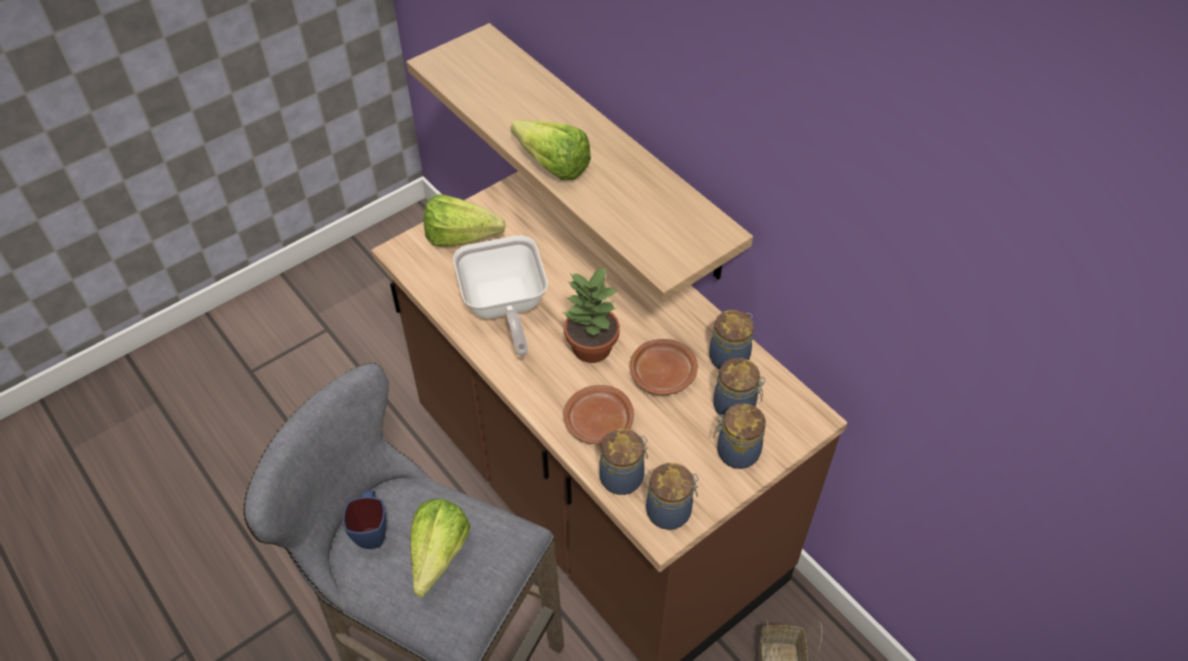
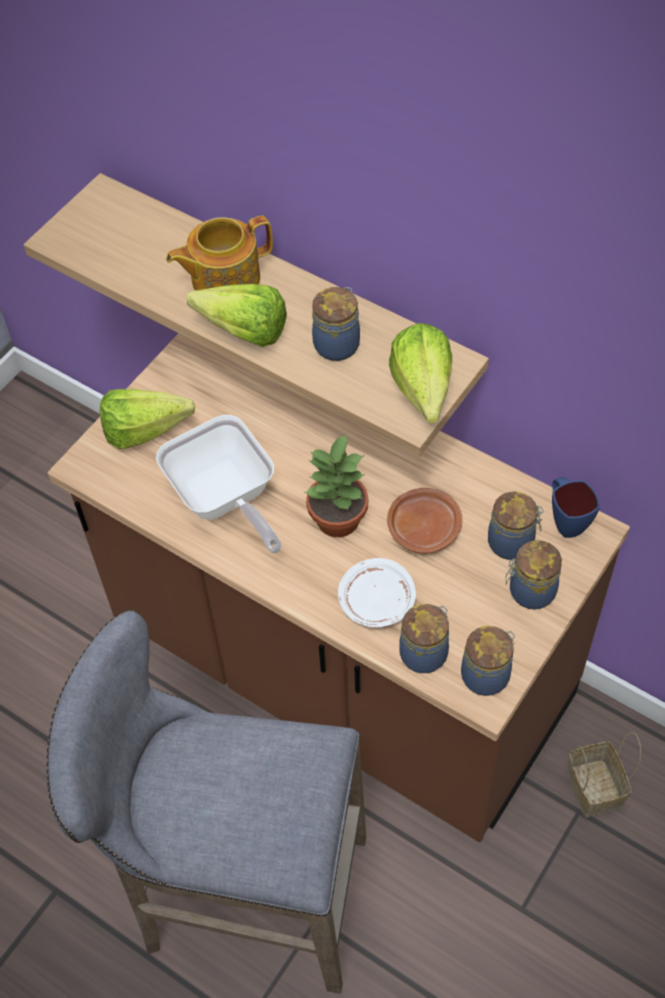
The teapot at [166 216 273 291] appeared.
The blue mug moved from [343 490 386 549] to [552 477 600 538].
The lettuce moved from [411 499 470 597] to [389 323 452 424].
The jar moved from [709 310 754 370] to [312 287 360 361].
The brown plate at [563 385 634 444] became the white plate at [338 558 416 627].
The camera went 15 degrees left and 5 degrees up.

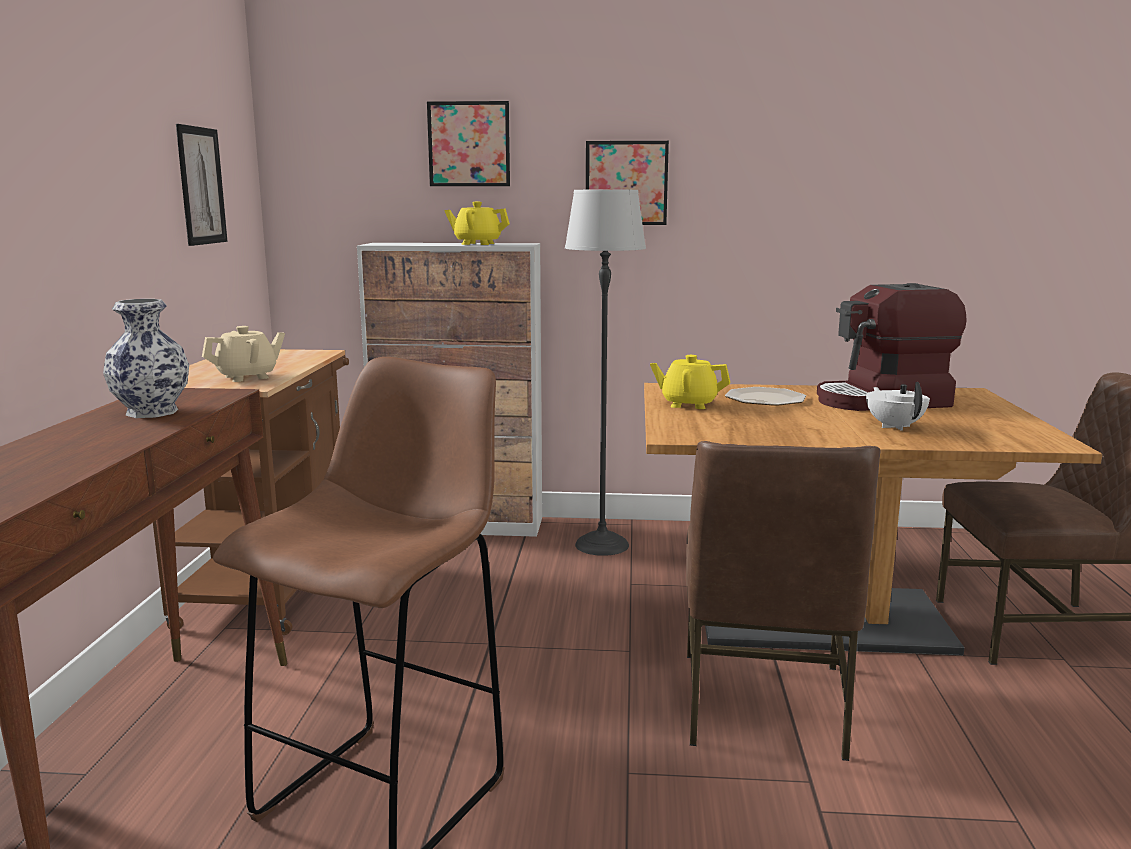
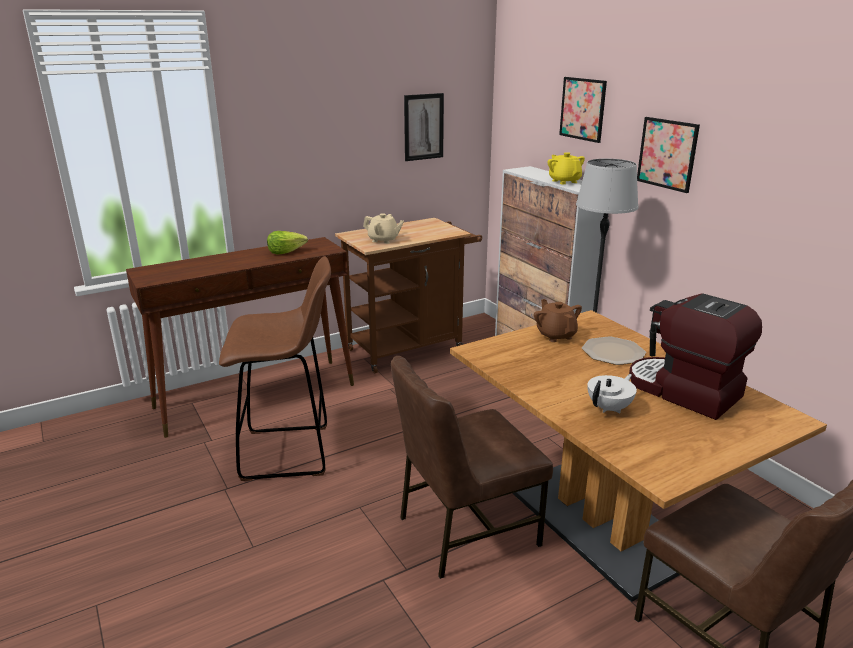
The vase at [103 299 189 418] was replaced by the lettuce at [267 231 308 255].
The yellow teapot at [650 355 731 409] became the brown teapot at [534 299 582 342].
The camera went 55 degrees right and 10 degrees up.

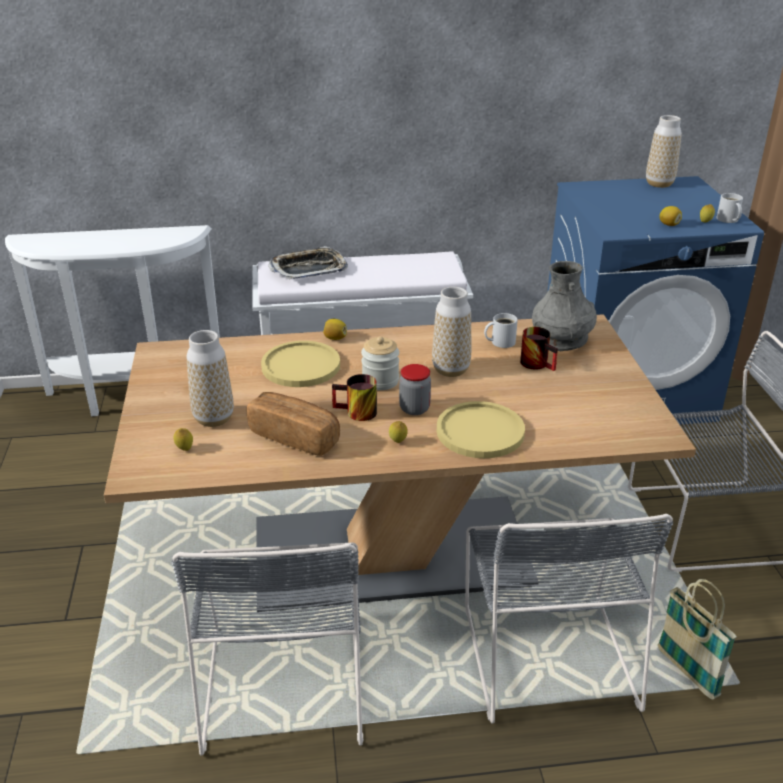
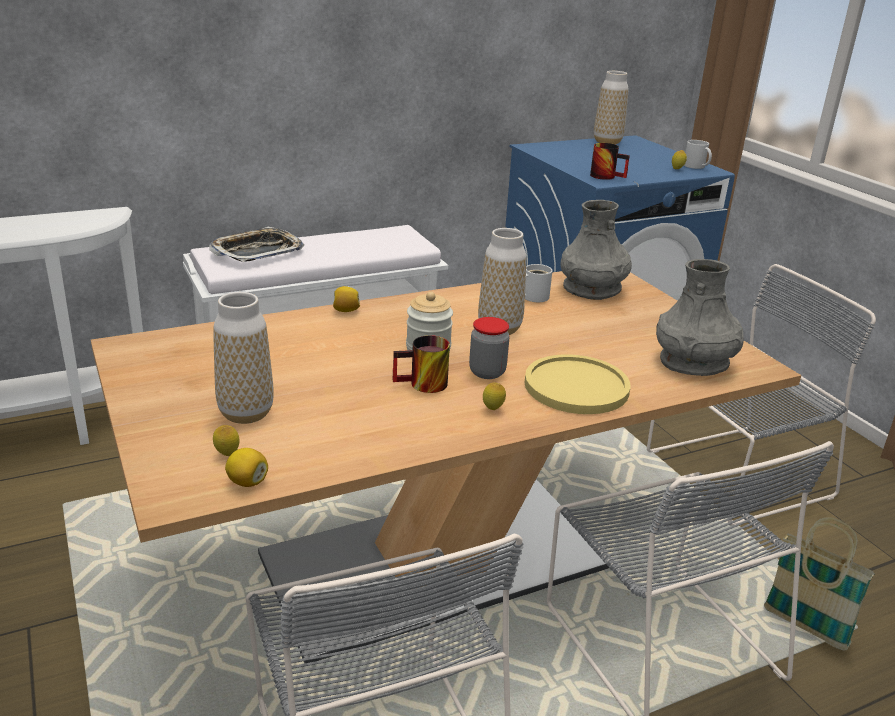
The bread at [247 392 340 456] disappeared.
The yellow plate at [261 341 340 387] disappeared.
The grey vase at [656 259 744 376] appeared.
The mug moved from [520 327 558 371] to [590 143 630 180].
The lemon moved from [659 206 682 226] to [225 448 268 487].
The camera went 20 degrees left and 5 degrees down.

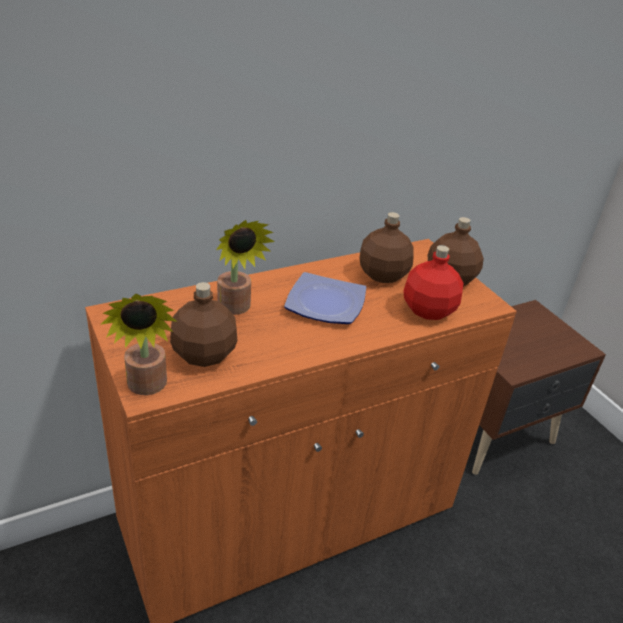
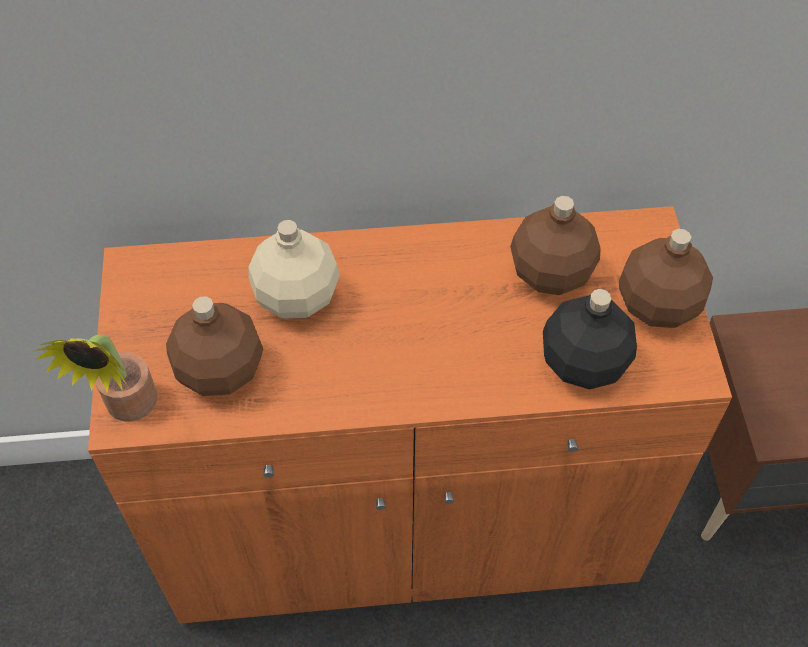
The plate at [284 272 366 324] disappeared.
The potted plant at [216 220 275 315] was replaced by the beige bottle at [248 220 340 319].
The red bottle at [403 245 464 320] became the black bottle at [543 289 637 389].
The camera went 25 degrees right and 20 degrees up.

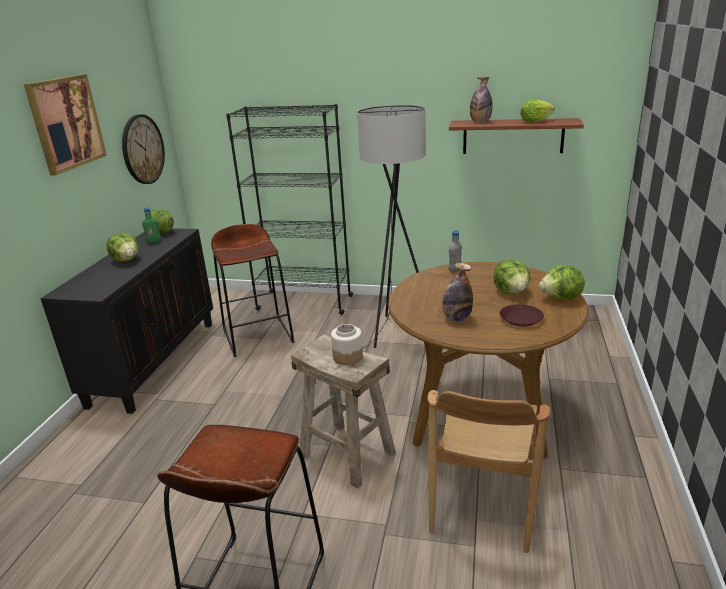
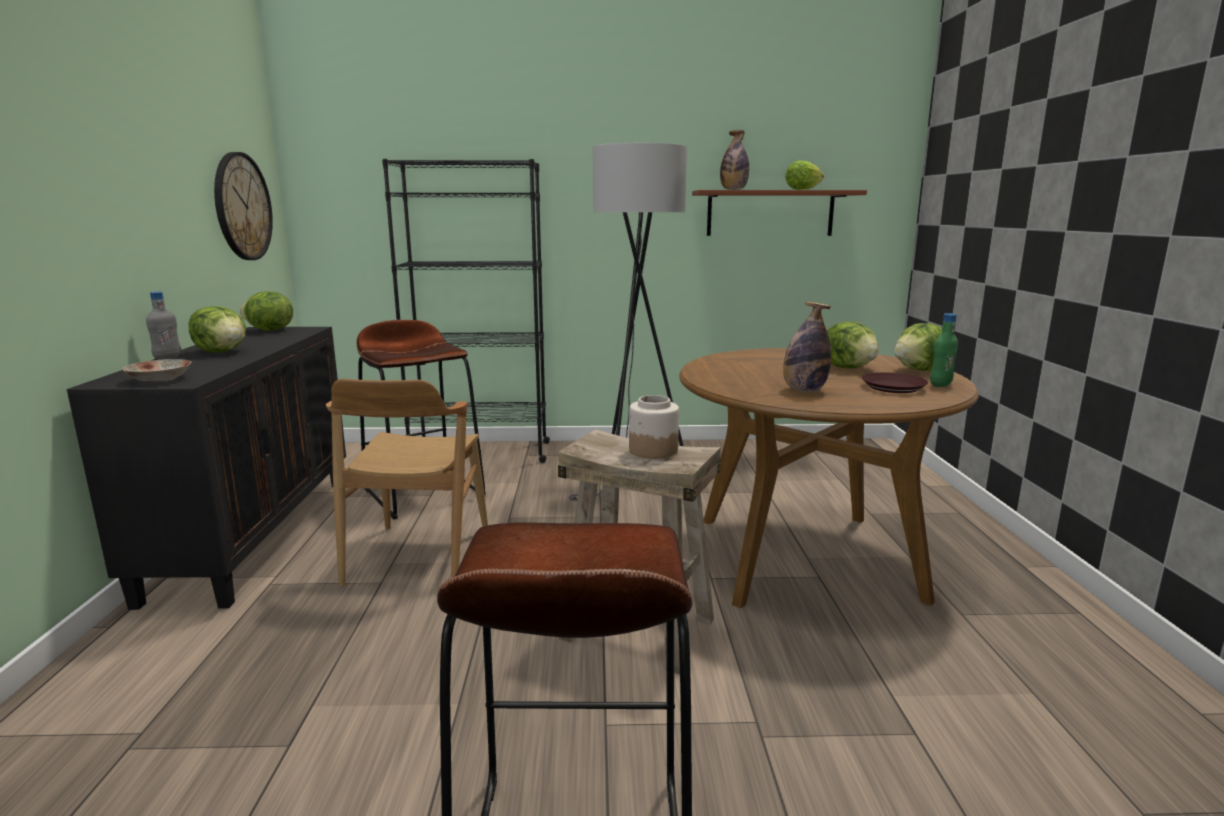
The picture at [24 74 107 175] disappeared.
The plate at [122 359 192 383] appeared.
The green bottle moved from [142 207 161 243] to [930 313 958 387].
The brown chair moved from [427 390 550 553] to [326 379 488 587].
The grey bottle moved from [448 230 462 273] to [146 291 181 360].
The camera went 15 degrees left and 10 degrees down.

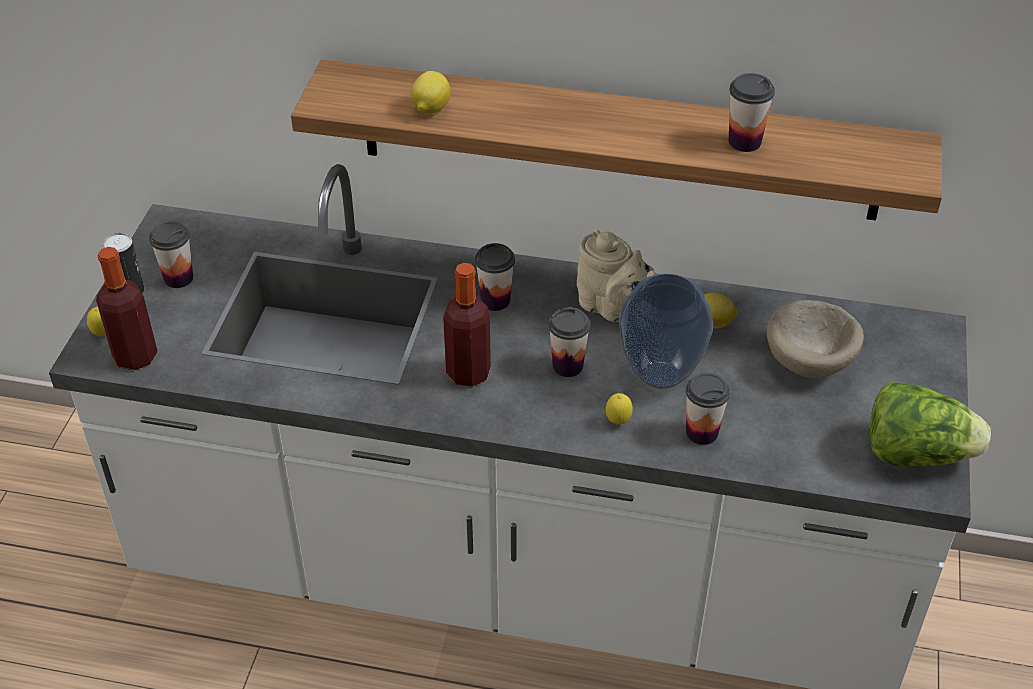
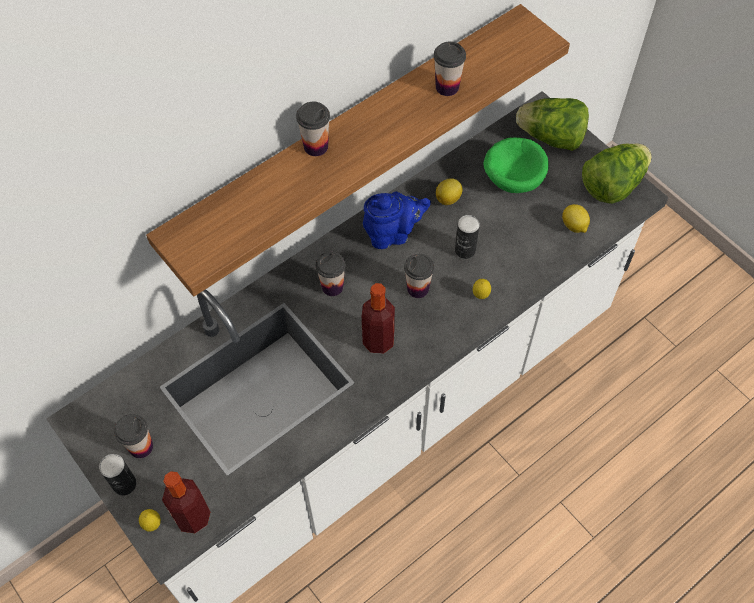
The lettuce at [516 98 589 151] appeared.
The lemon moved from [411 71 451 114] to [562 204 590 233].
The cup moved from [686 373 730 445] to [296 102 330 156].
The vase at [619 274 713 389] was replaced by the can at [455 215 480 259].
The beige teapot at [577 229 656 322] became the blue teapot at [363 192 431 249].
The beige bowl at [767 300 864 378] became the green bowl at [483 137 549 193].
The camera went 50 degrees left and 15 degrees up.

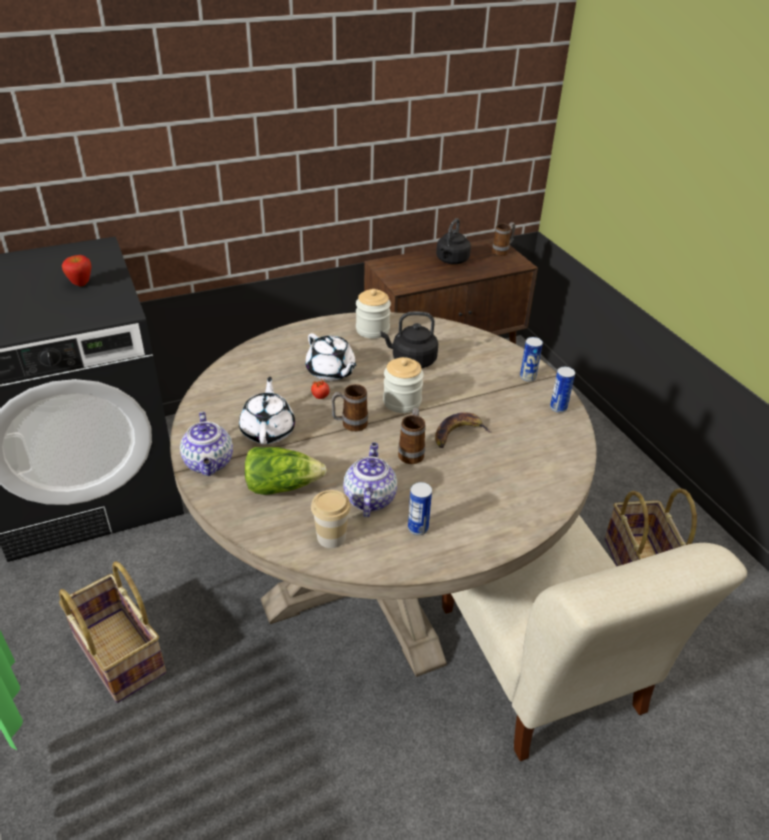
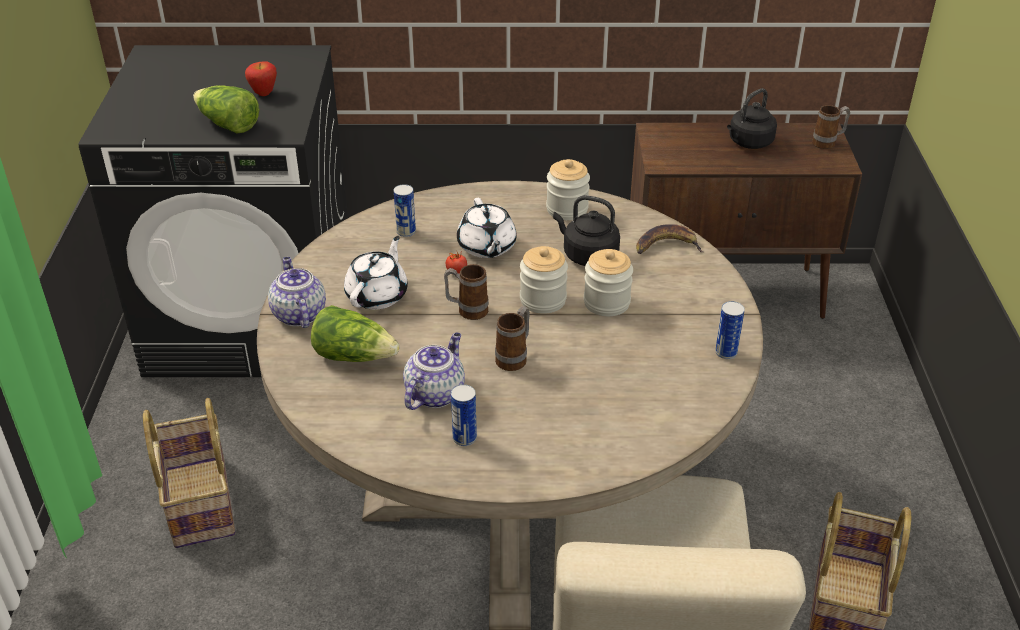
The cup at [311 490 351 548] disappeared.
The lettuce at [193 85 259 134] appeared.
The jar at [584 249 633 316] appeared.
The banana moved from [435 412 491 448] to [636 224 703 254].
The can moved from [520 337 543 382] to [394 184 416 237].
The teapot at [180 412 233 476] turned 150 degrees clockwise.
The camera went 25 degrees right and 0 degrees up.

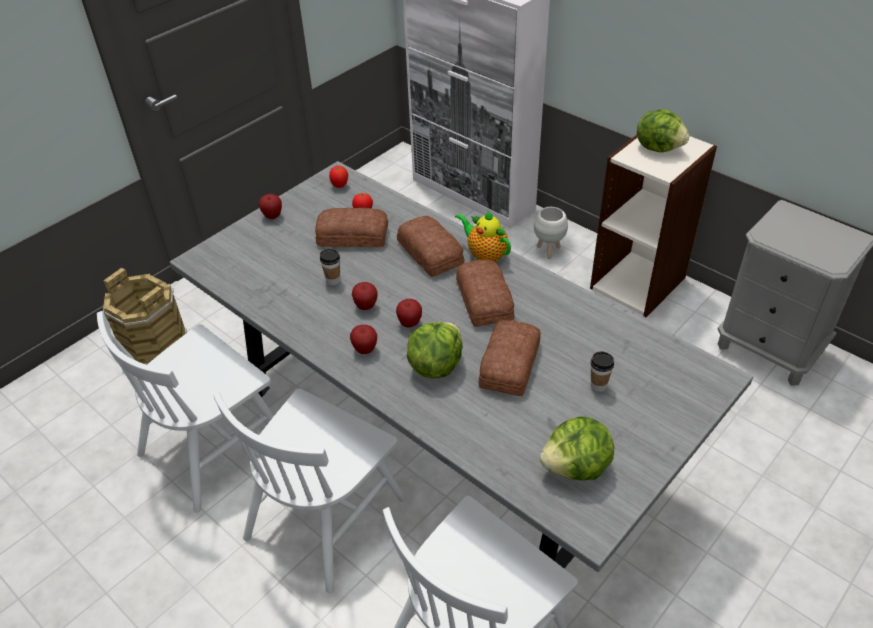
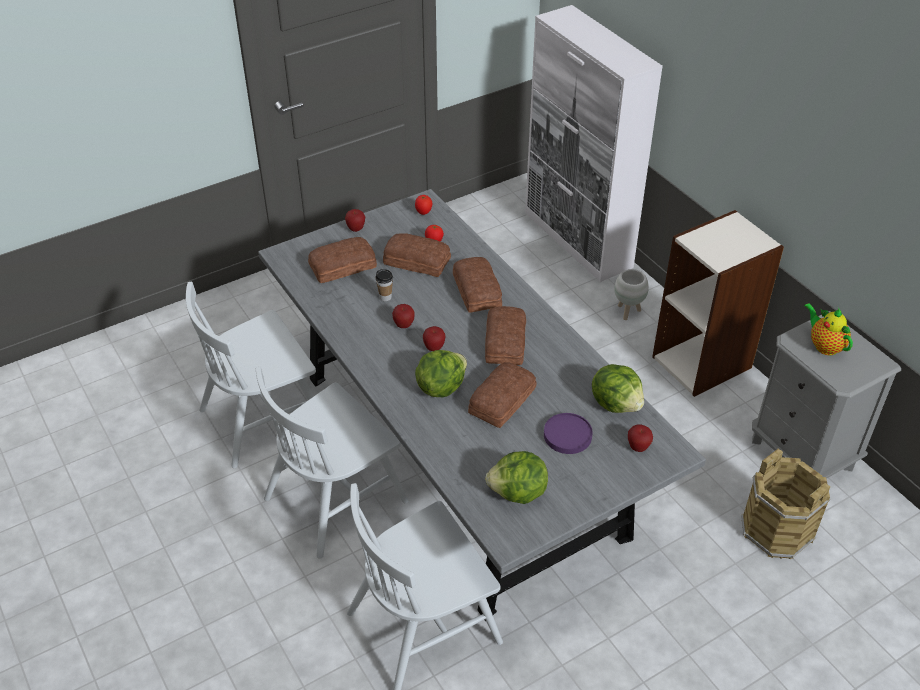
The bread at [308 237 377 283] appeared.
The brown bucket moved from [103 268 187 365] to [741 449 831 559].
The apple moved from [350 325 377 354] to [628 425 653 452].
The teapot moved from [455 211 511 262] to [804 303 853 355].
The lettuce moved from [637 110 690 152] to [592 364 644 413].
The cup at [591 351 614 392] was replaced by the purple plate at [544 413 593 454].
The camera went 15 degrees right and 0 degrees up.

